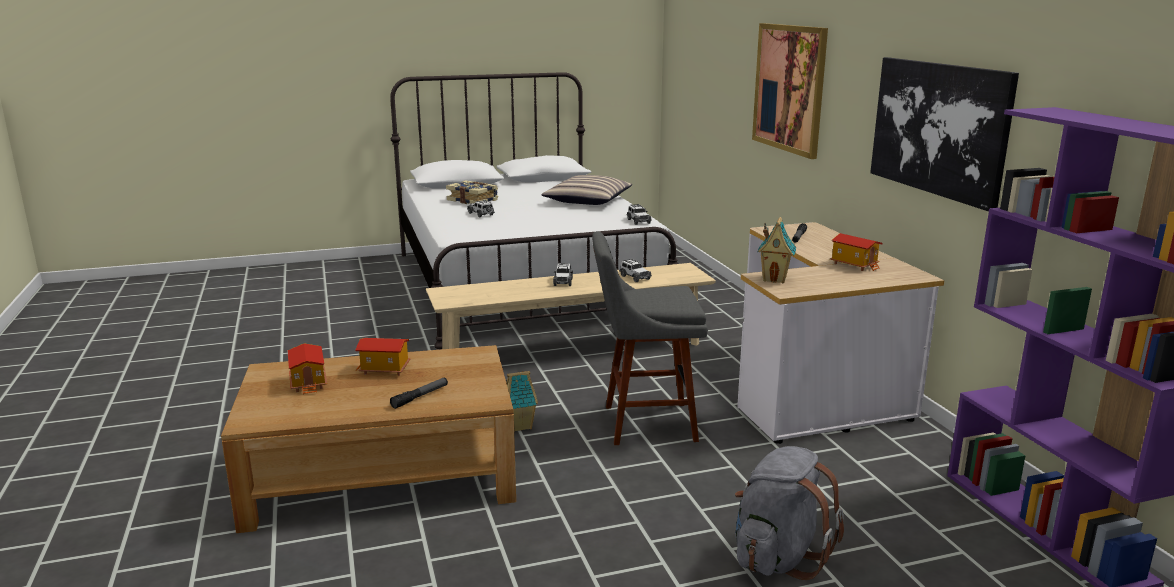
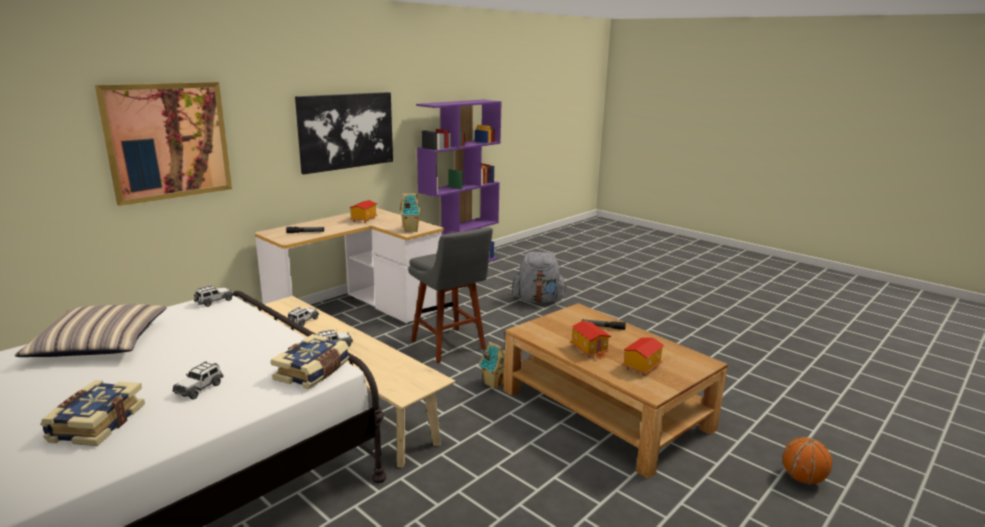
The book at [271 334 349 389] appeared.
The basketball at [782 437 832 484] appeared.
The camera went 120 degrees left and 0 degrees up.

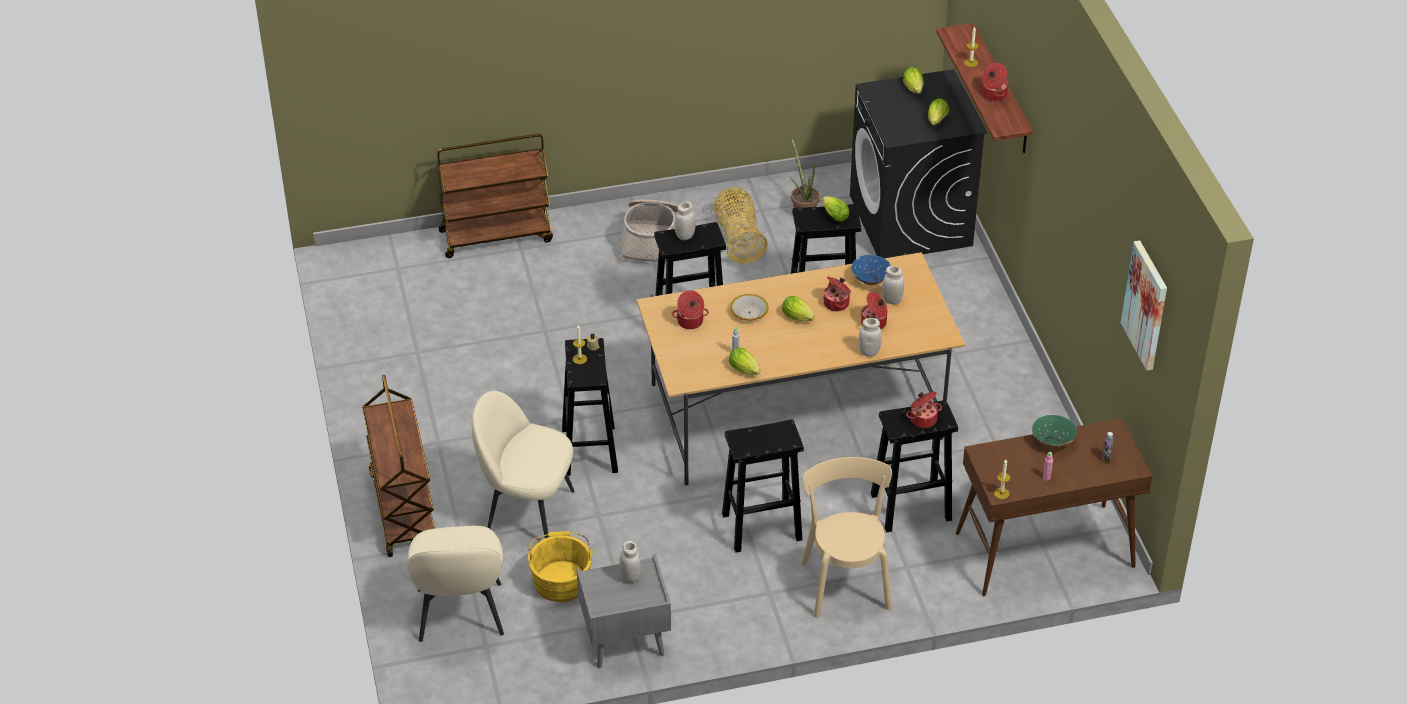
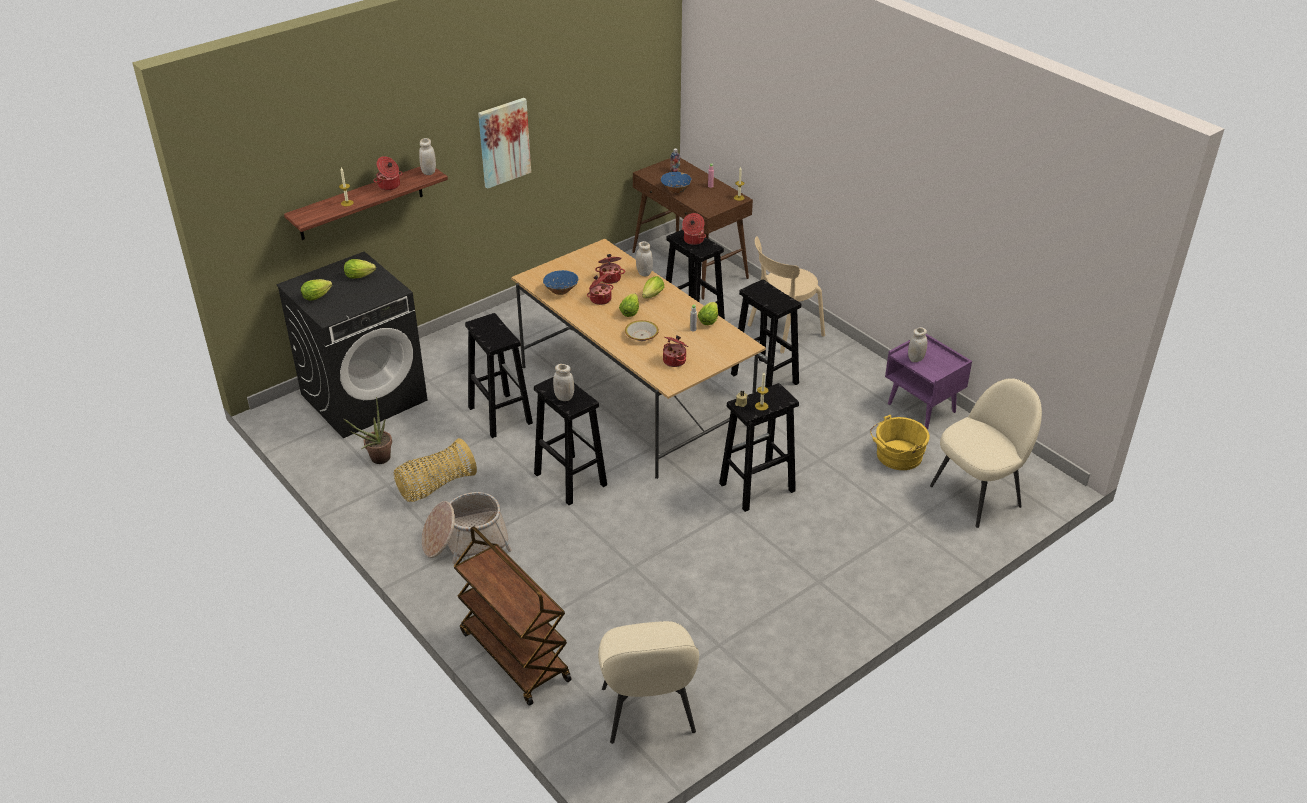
The brown cart at [362 375 435 557] disappeared.
The beige chair moved from [471 391 575 538] to [598 621 699 744].
The lettuce moved from [822 196 849 222] to [642 276 664 298].
The white jar moved from [882 266 904 305] to [419 138 436 175].
The picture moved from [1121 240 1167 371] to [478 98 531 189].
The grey nightstand at [577 554 671 668] became the purple nightstand at [885 334 972 429].
The green bowl at [1032 415 1077 449] became the blue bowl at [661 172 692 193].
The camera went 115 degrees left and 5 degrees down.

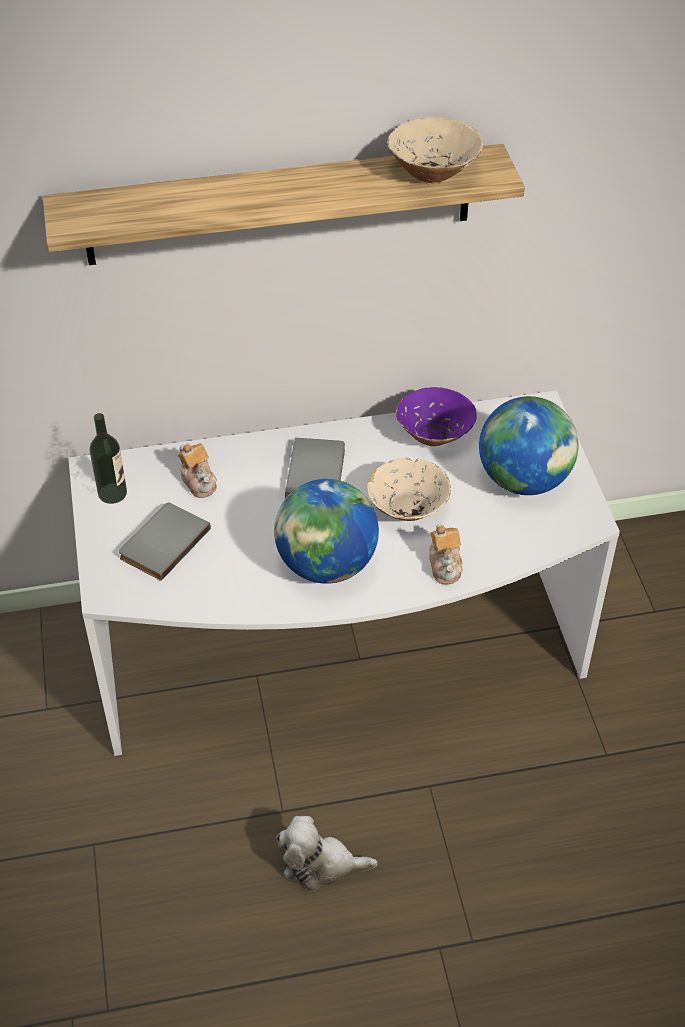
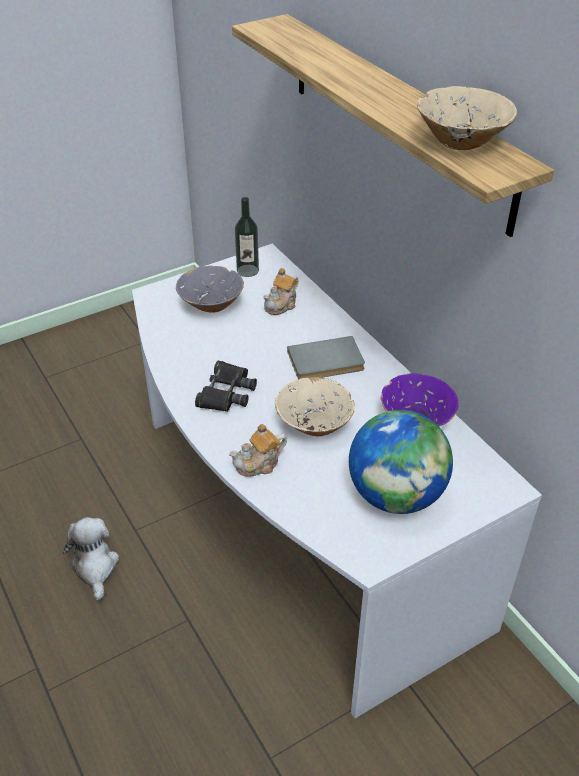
The grey book at [119 503 211 581] was replaced by the grey bowl at [176 265 244 313].
The globe at [274 479 379 584] was replaced by the black binoculars at [195 361 257 412].
The camera went 70 degrees right and 5 degrees down.

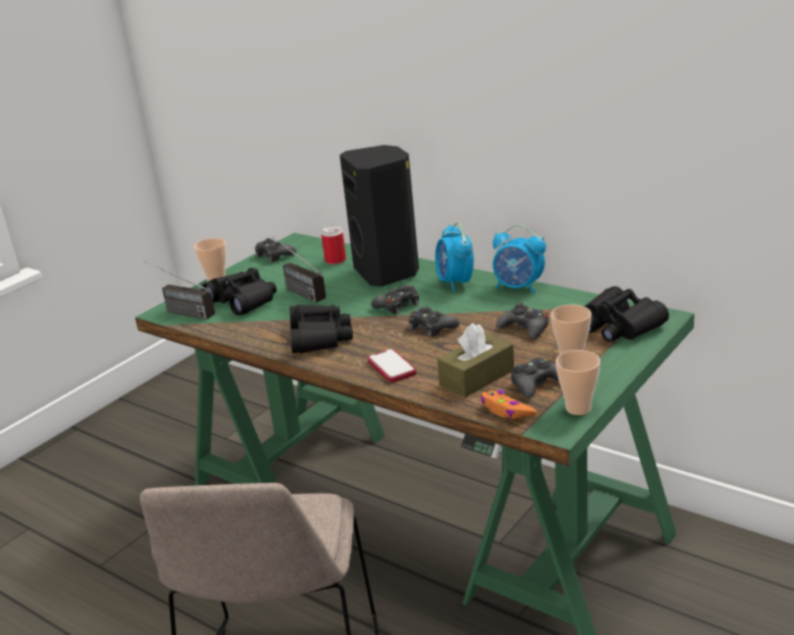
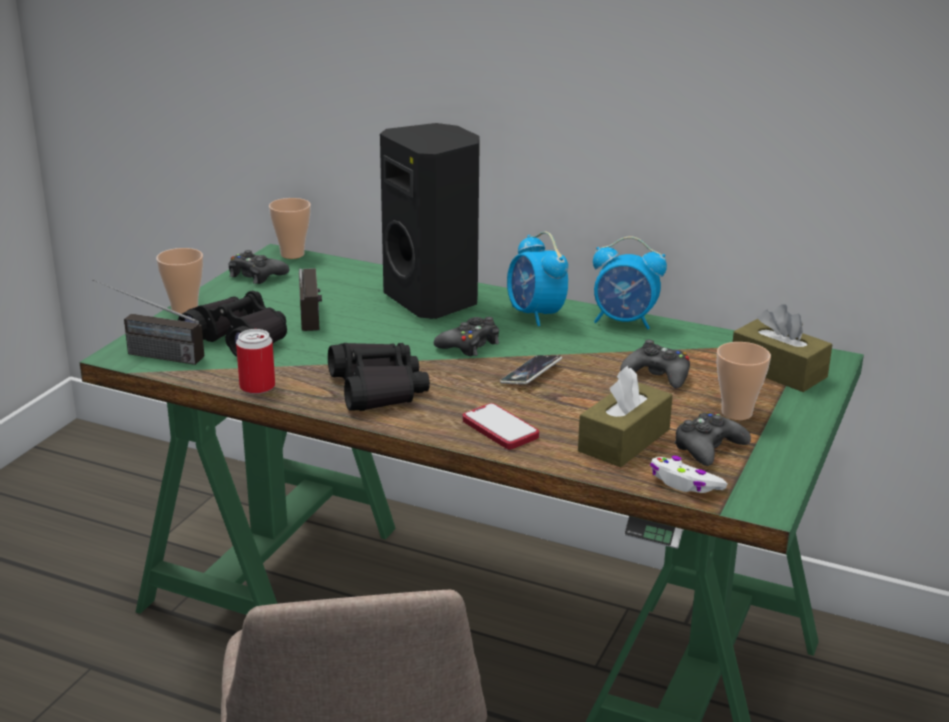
The can moved from [321 225 346 265] to [236 329 275 394].
The cup moved from [556 350 600 415] to [269 198 311 259].
The black game controller at [409 306 460 337] was replaced by the phone at [500 355 562 384].
The black binoculars at [584 286 669 342] was replaced by the brown tissue box at [733 304 832 392].
The orange game controller at [480 390 537 419] became the white game controller at [650 456 728 493].
The radio at [273 237 326 303] turned 135 degrees counterclockwise.
The camera went 15 degrees left and 0 degrees up.

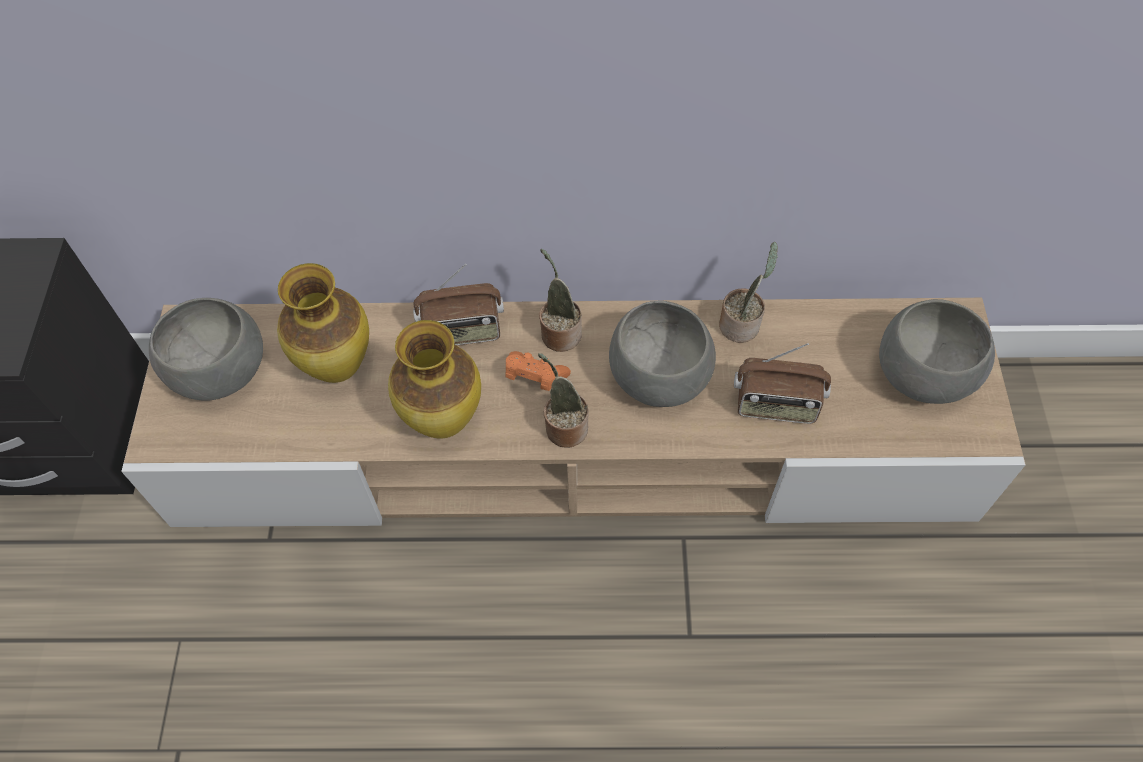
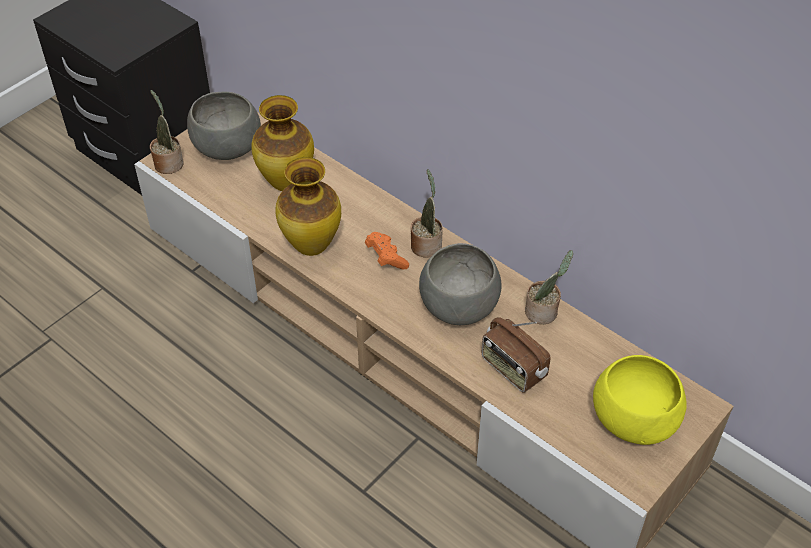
The radio at [413 264 504 345] disappeared.
The potted plant moved from [538 353 589 448] to [150 90 183 174].
The grey bowl at [879 299 995 404] became the yellow bowl at [593 355 687 445].
The camera went 40 degrees right and 10 degrees down.

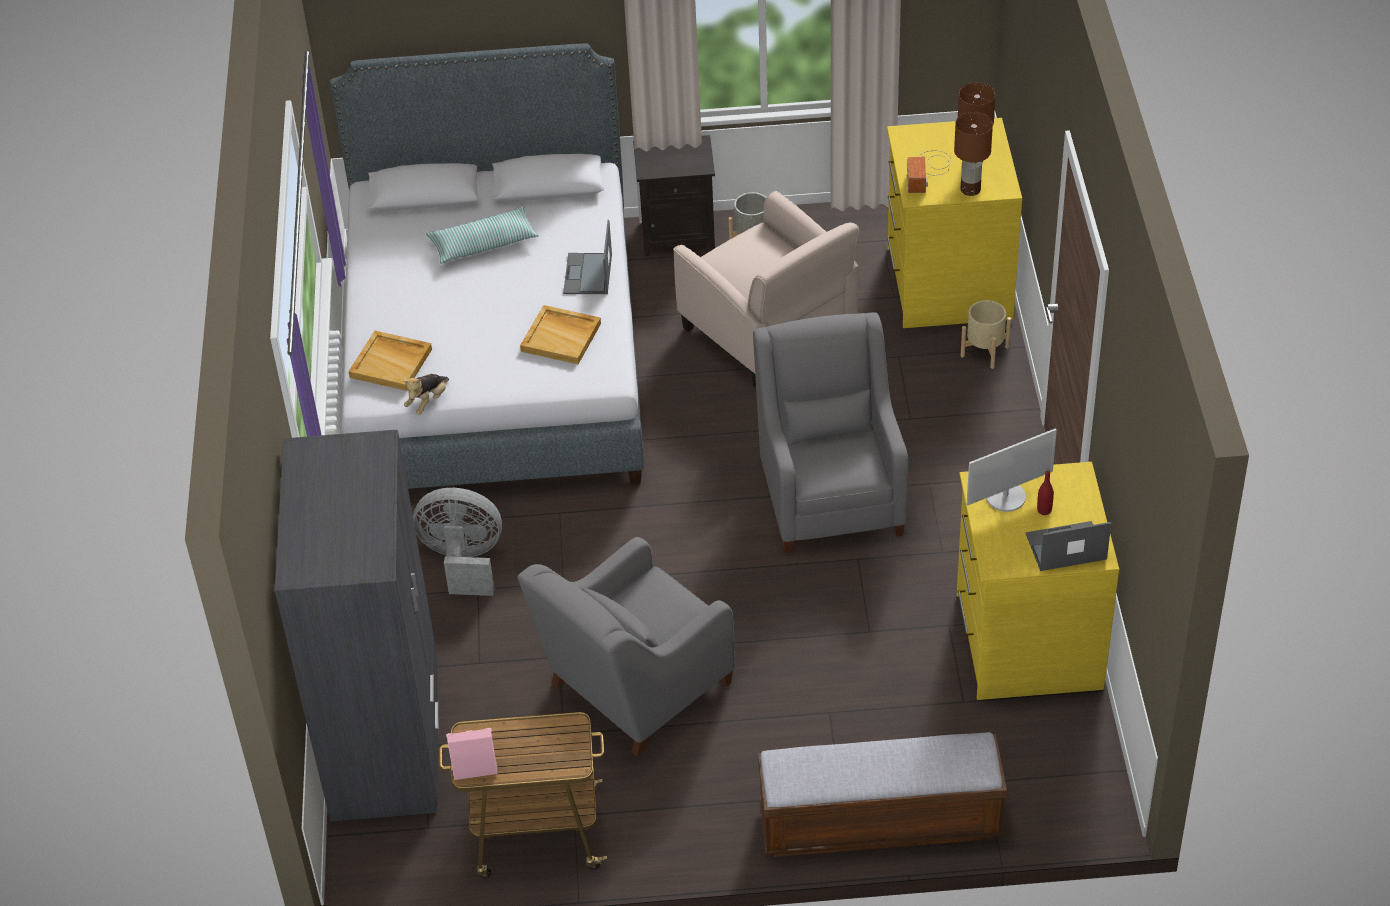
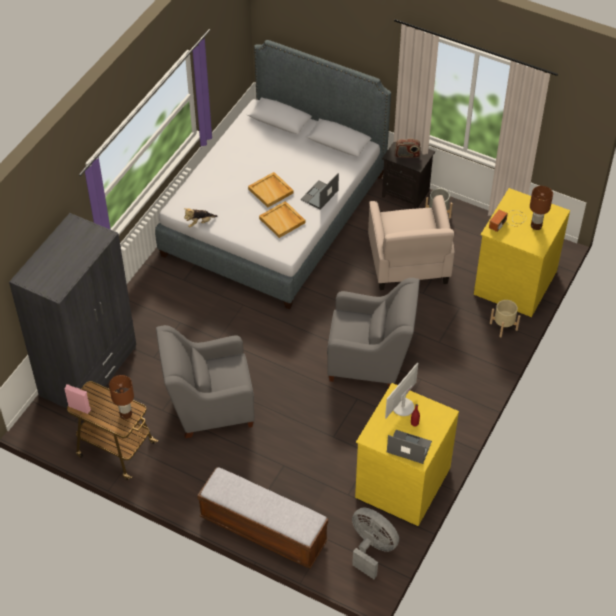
The pillow at [426 206 539 264] disappeared.
The radio at [394 139 421 158] appeared.
The beige tray moved from [348 331 432 391] to [248 172 294 208].
The grey fan moved from [413 488 502 596] to [352 508 399 579].
The brown table lamp moved from [954 112 993 196] to [109 375 134 419].
The grey armchair at [753 313 909 553] turned 75 degrees clockwise.
The monitor at [967 428 1057 512] turned 120 degrees clockwise.
The camera went 30 degrees right and 5 degrees up.

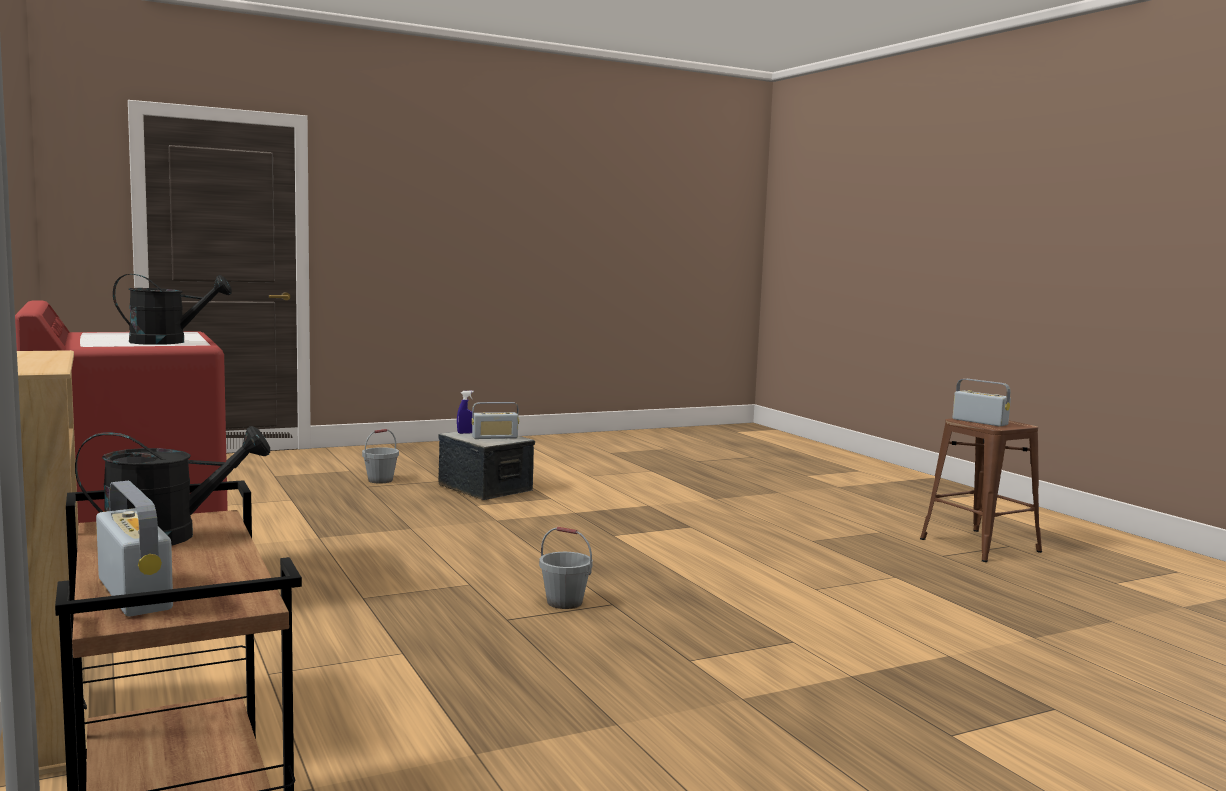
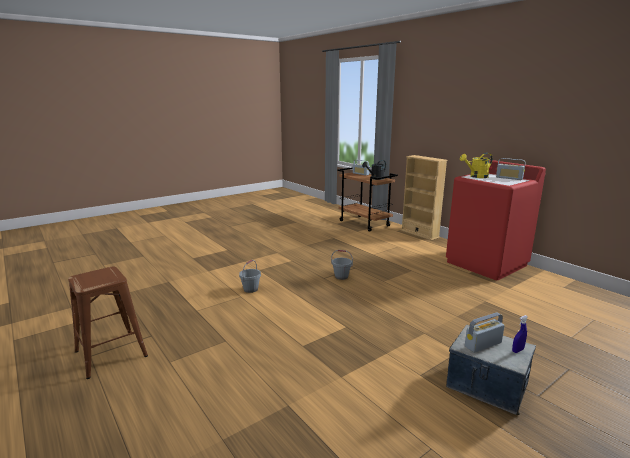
The grey bucket moved from [362 429 399 483] to [239 260 261 293].
The radio moved from [953 379 1011 427] to [496 158 526 180].
The black watering can at [113 274 232 345] became the yellow watering can at [460 153 493 178].
The camera went 170 degrees right and 10 degrees up.

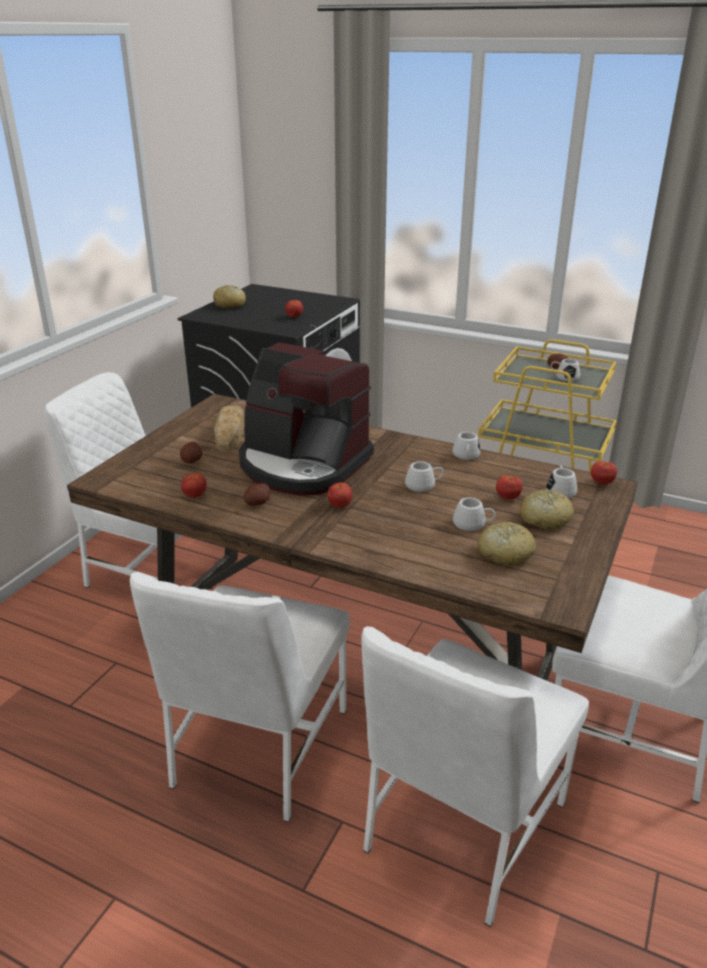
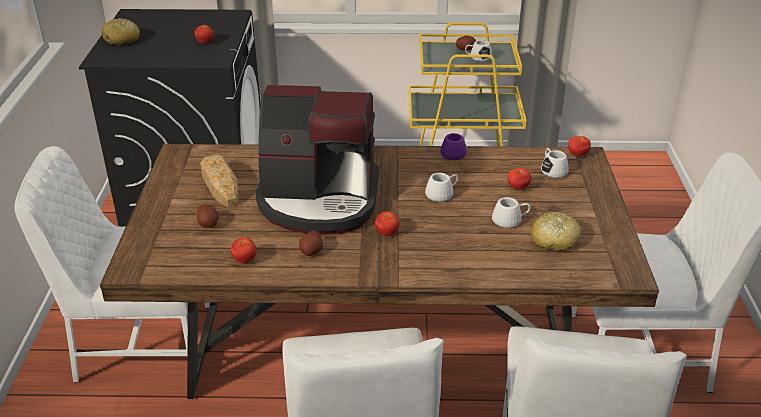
The bread at [520 489 574 530] disappeared.
The white mug at [452 432 481 460] became the purple mug at [441 133 467 160].
The camera went 25 degrees left and 5 degrees up.

